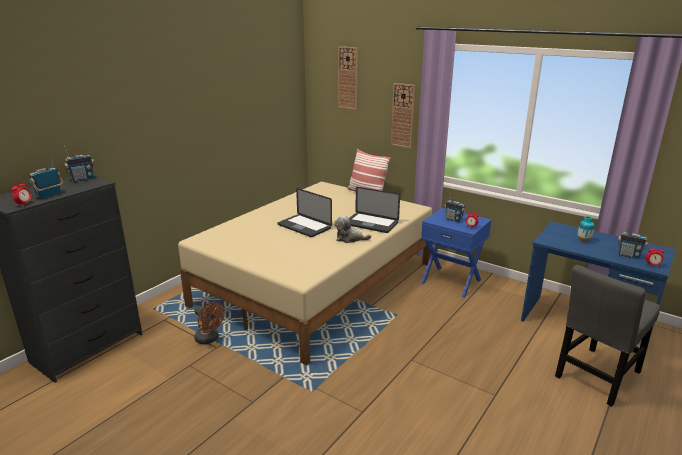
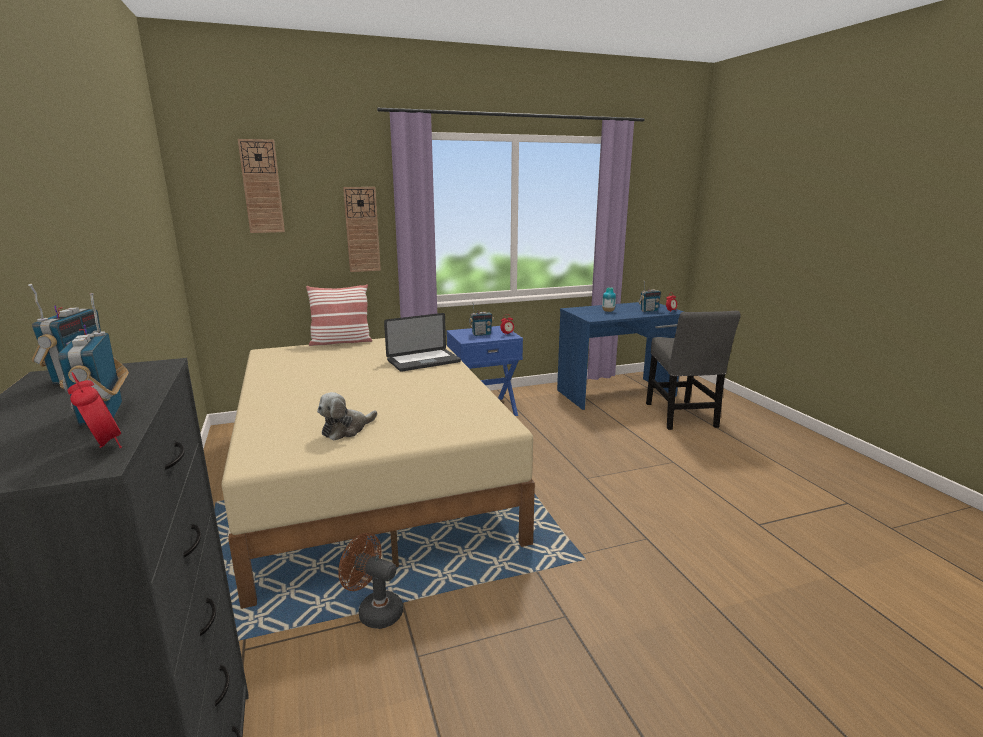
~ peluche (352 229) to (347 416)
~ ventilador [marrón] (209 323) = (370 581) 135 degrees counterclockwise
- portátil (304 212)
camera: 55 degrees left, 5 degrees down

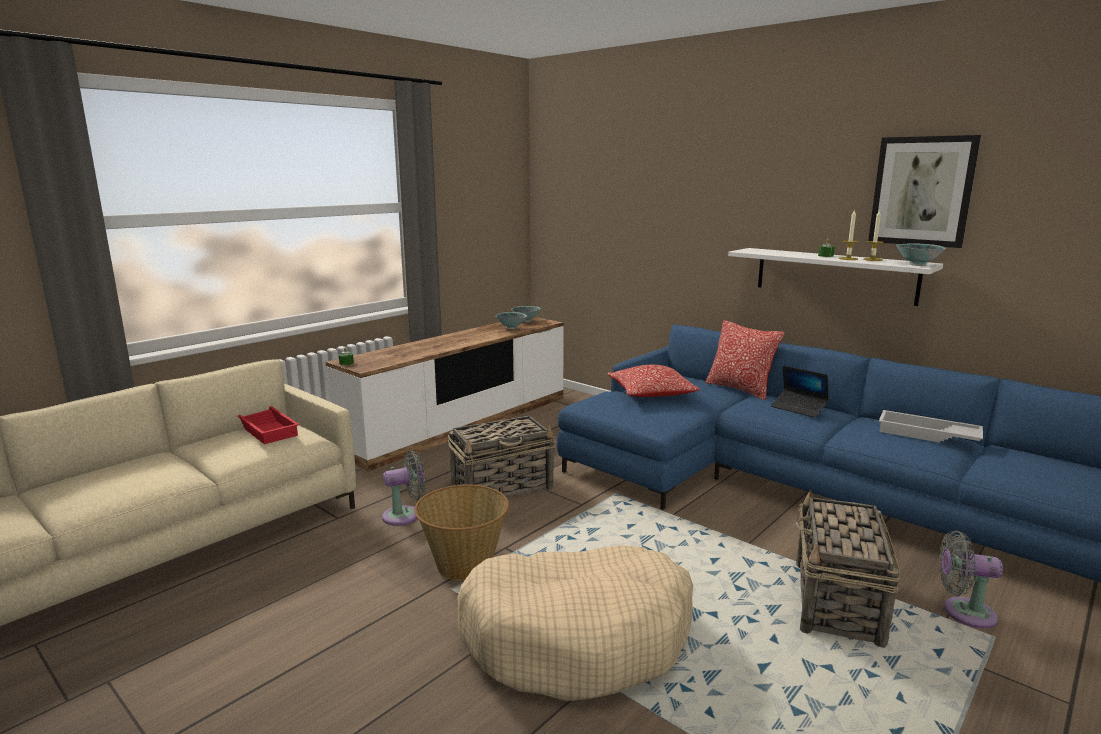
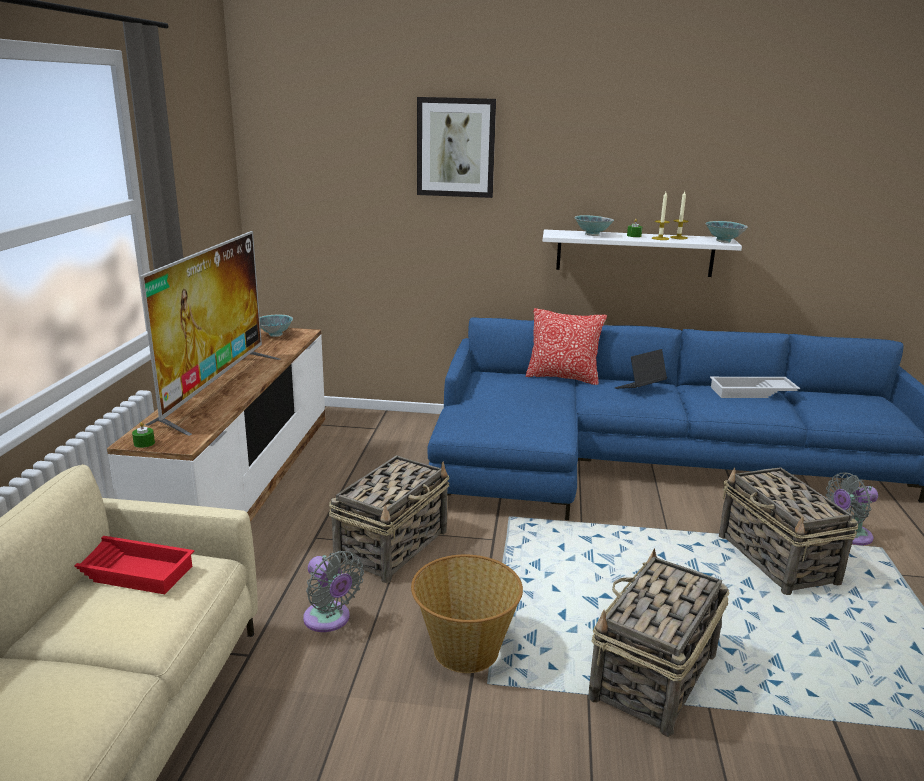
+ televisor (210 333)
~ ventilador [gris] (403 488) = (333 591) 105 degrees clockwise
~ cuadro (924 191) to (456 147)
~ cuenco (511 320) to (594 225)
~ cama para perro [beis] (575 623) to cesta (658 642)
~ portátil (800 392) = (641 369) 135 degrees clockwise
- cojín (653 381)
camera: 35 degrees left, 5 degrees up

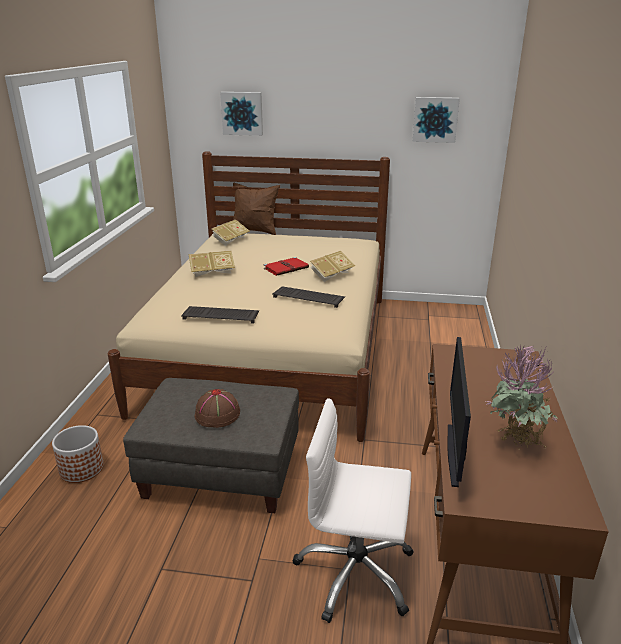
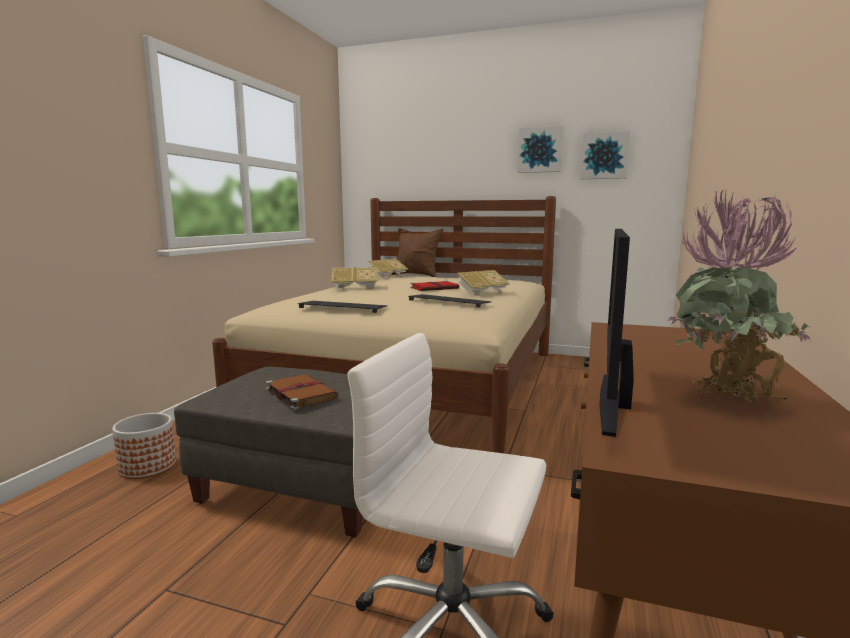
~ sombrero [marrón] (217 408) to libro [marrón] (302 392)
~ cuadro (241 114) to (540 149)
camera: 10 degrees right, 15 degrees down

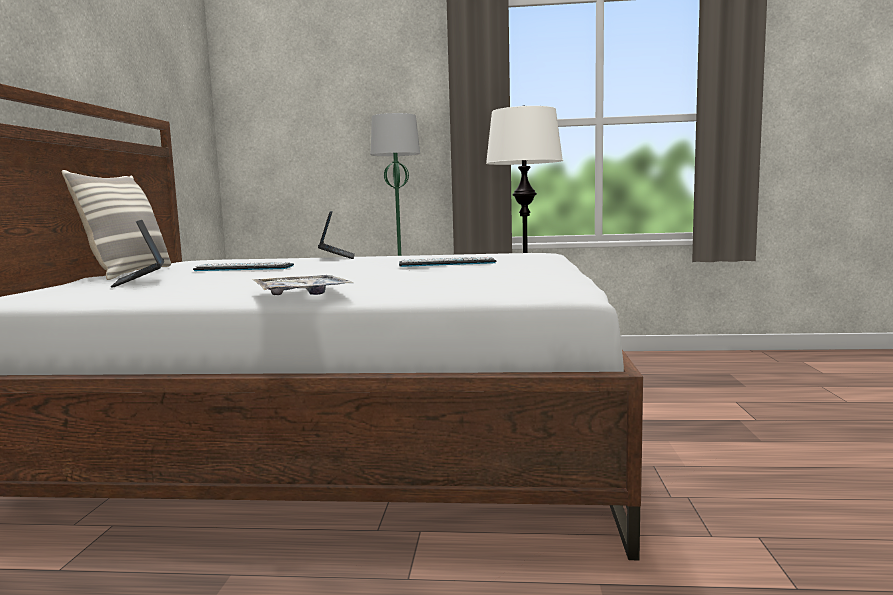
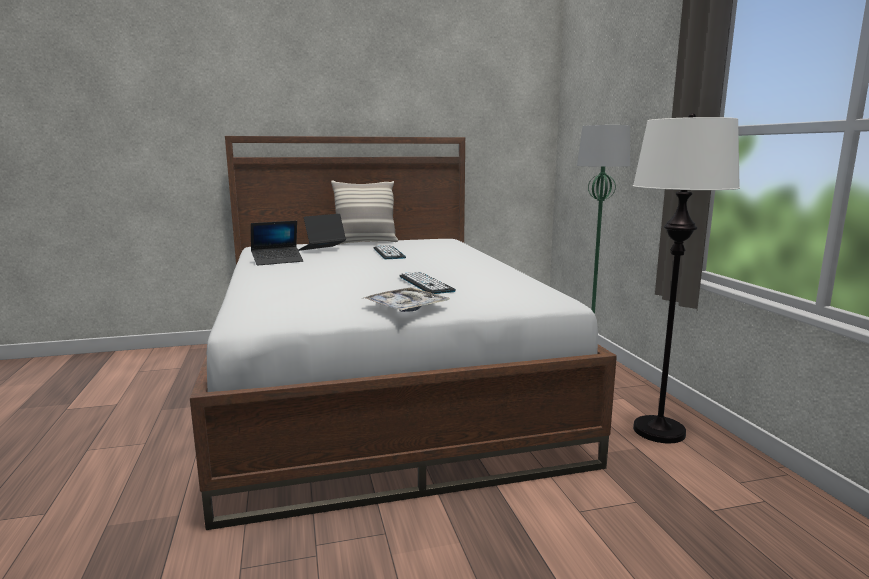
~ portátil (336 235) to (277 243)
~ bandeja (303 285) to (407 299)
camera: 70 degrees right, 5 degrees up

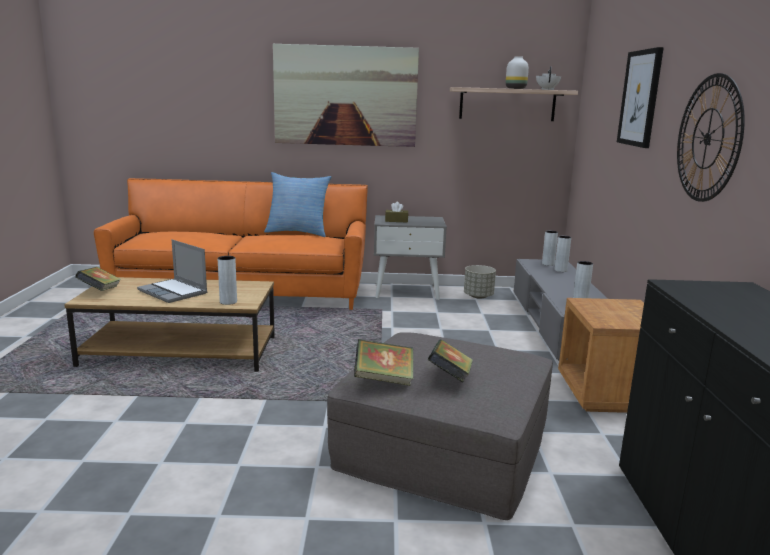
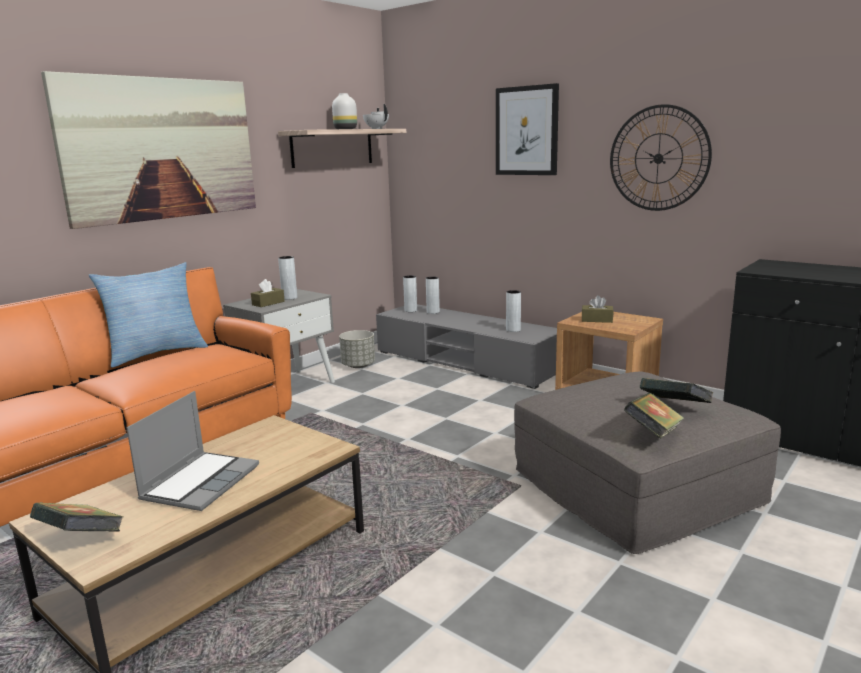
~ portátil (172 271) = (192 451) 60 degrees counterclockwise
~ florero [gris] (227 280) to (287 278)
+ caja de pañuelos [marrón] (597 309)
camera: 50 degrees left, 0 degrees up

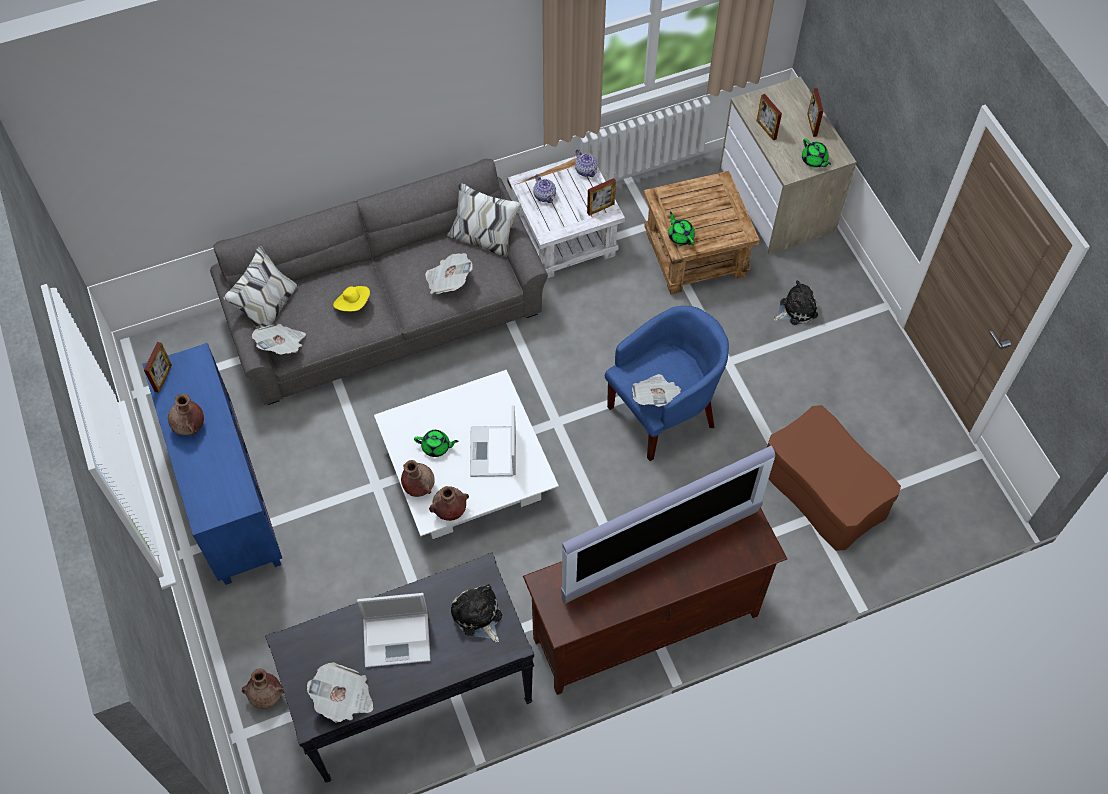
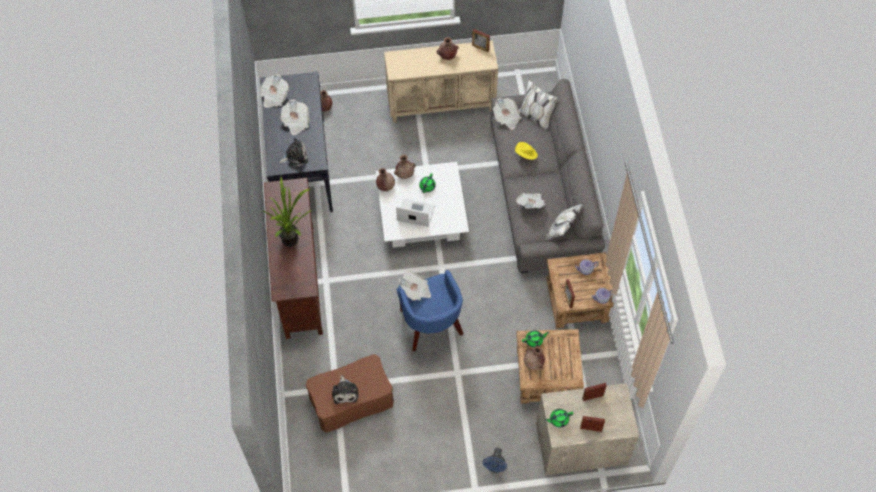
~ televisor (668 524) to planta en maceta (287 211)
~ portátil (393 630) to periódico (294 117)
~ peluche (795 302) to (345 389)
~ armario [azul] (212 464) to armario [beis] (441 81)
+ ventilador [azul] (495 460)
+ florero [marrón] (534 358)
~ mesa auxiliar [blanco] (566 215) to mesa auxiliar [marrón] (580 290)
camera: 105 degrees right, 0 degrees up

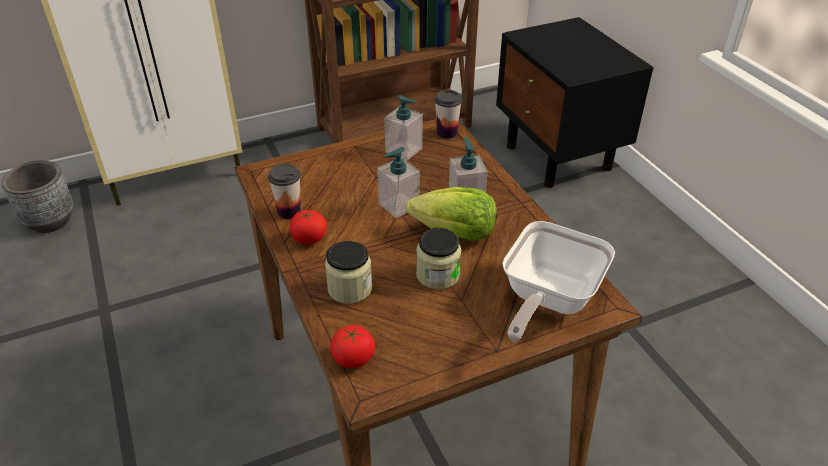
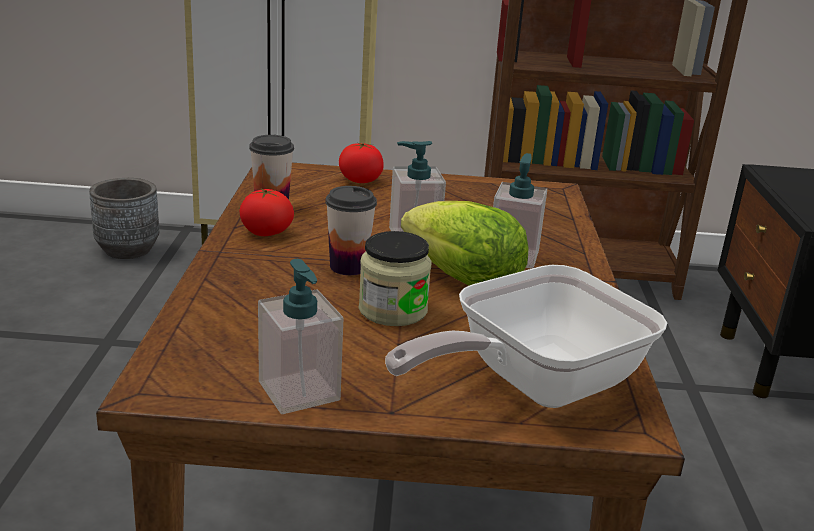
~ dispensador de jabón (403 128) to (300 336)
~ taza (448 114) to (351 230)
~ tomate (352 346) to (361 163)
- tarro (348 272)
camera: 25 degrees right, 15 degrees down

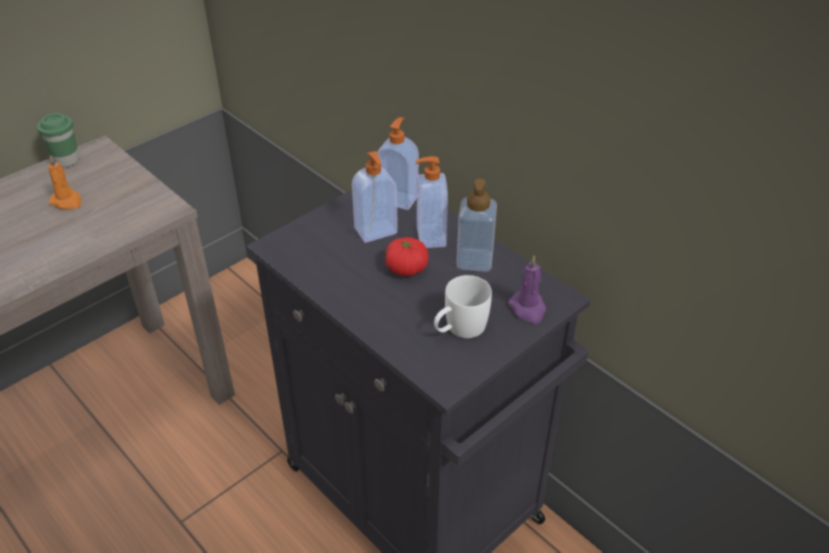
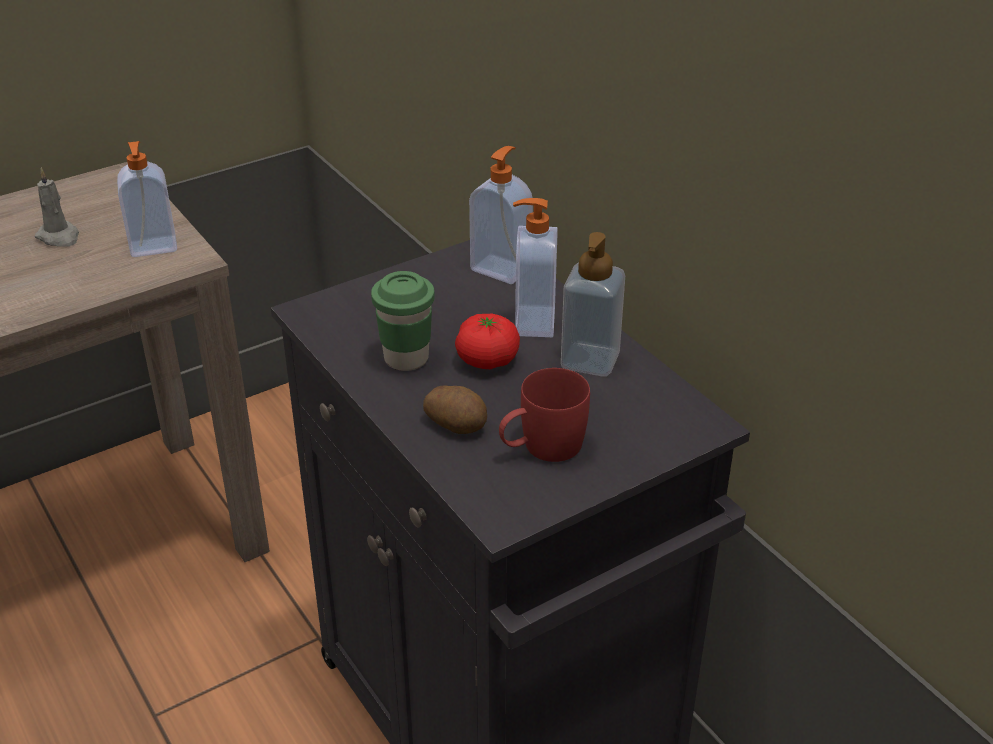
~ vela [naranja] (64 182) to vela [gris] (57 207)
~ dispensador de jabón (375 197) to (147 199)
~ taza [verde] (58 140) to (403 321)
+ patata (455 410)
~ taza grande [blanco] (463 306) to taza grande [rojo] (544 415)
- vela [morado] (527 290)
camera: 10 degrees right, 5 degrees down

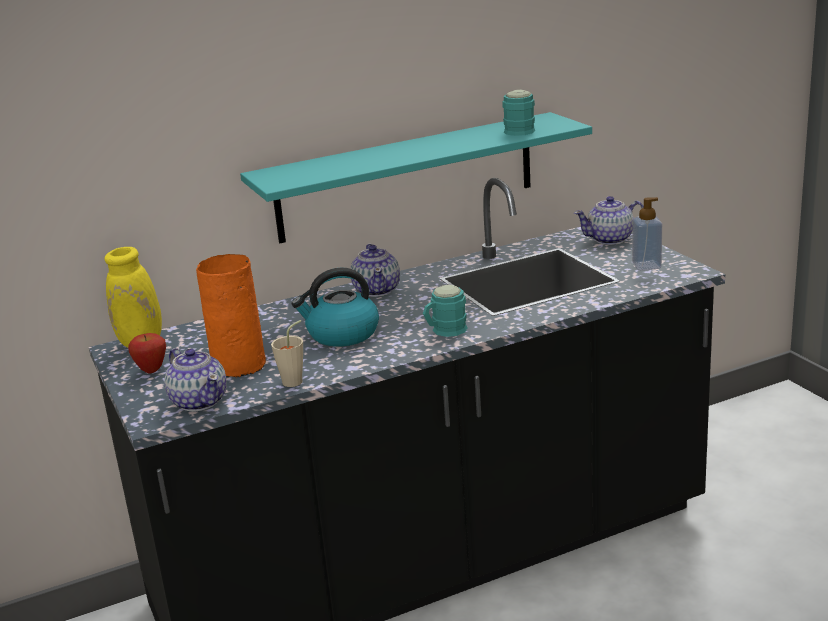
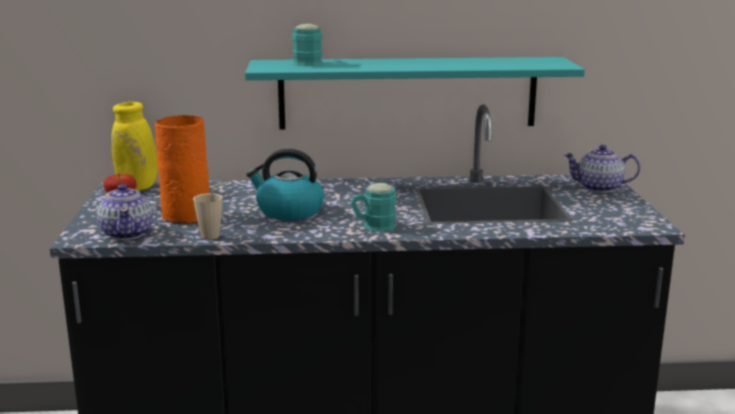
~ taza grande [turquesa] (519 113) to (307 45)
- tetera (375 270)
- dispensador de jabón (647 233)
camera: 20 degrees right, 5 degrees down

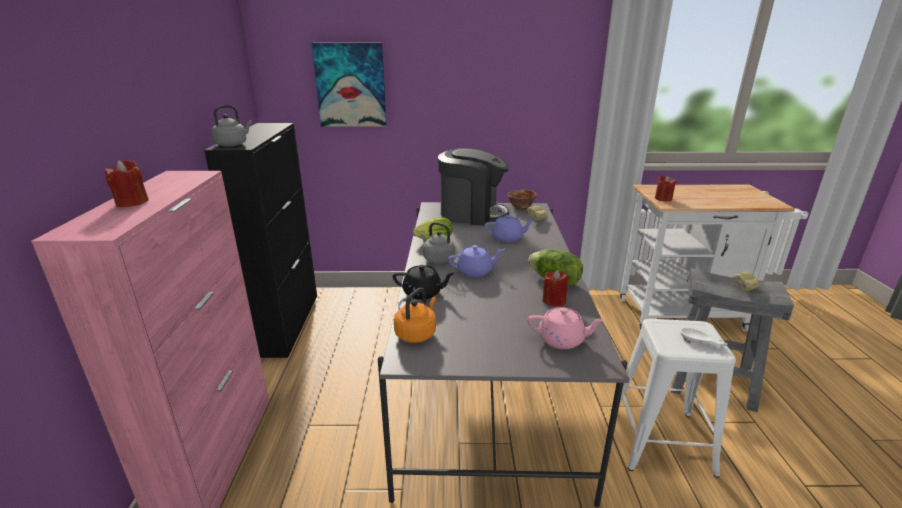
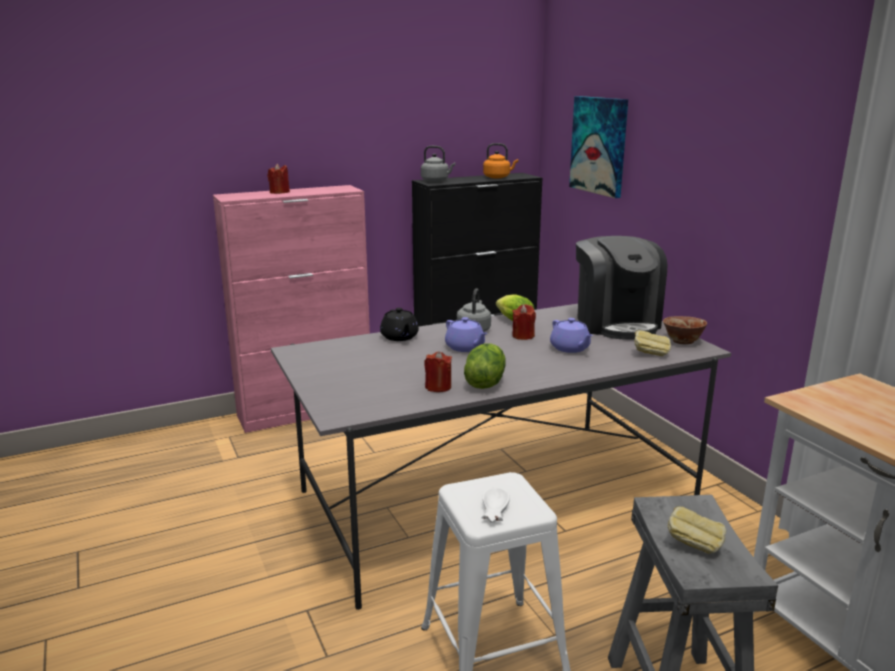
~ hervidor [naranja] (415 315) to (500 160)
~ vela [rojo] (665 188) to (524 322)
- tetera [rosa] (566 328)
camera: 65 degrees right, 5 degrees down

